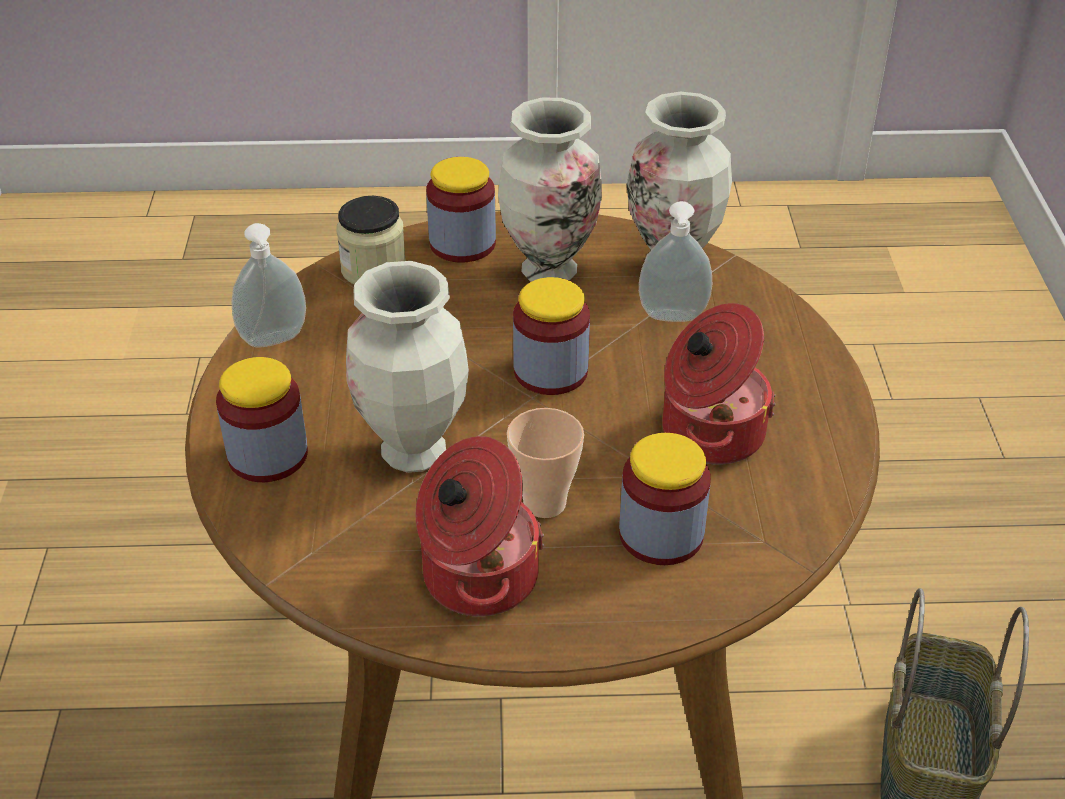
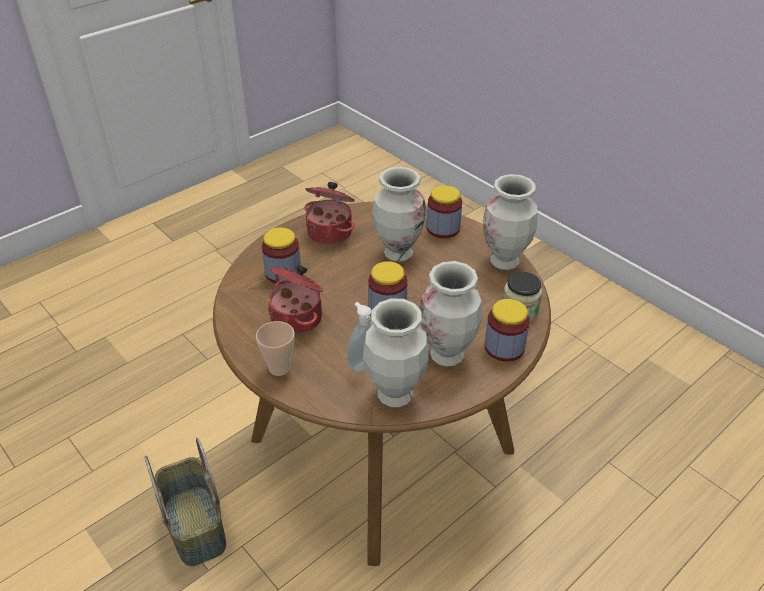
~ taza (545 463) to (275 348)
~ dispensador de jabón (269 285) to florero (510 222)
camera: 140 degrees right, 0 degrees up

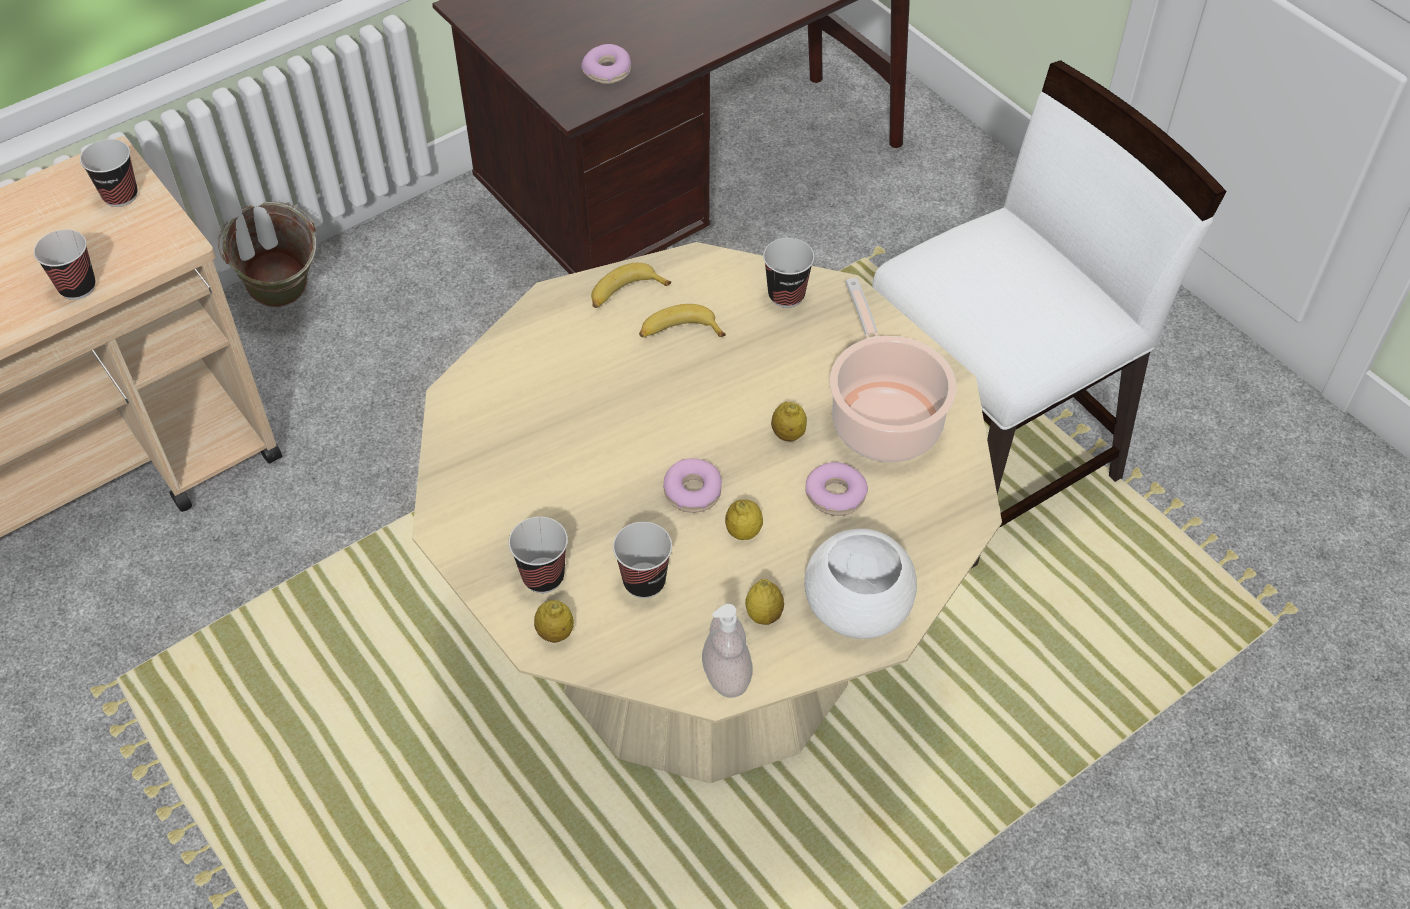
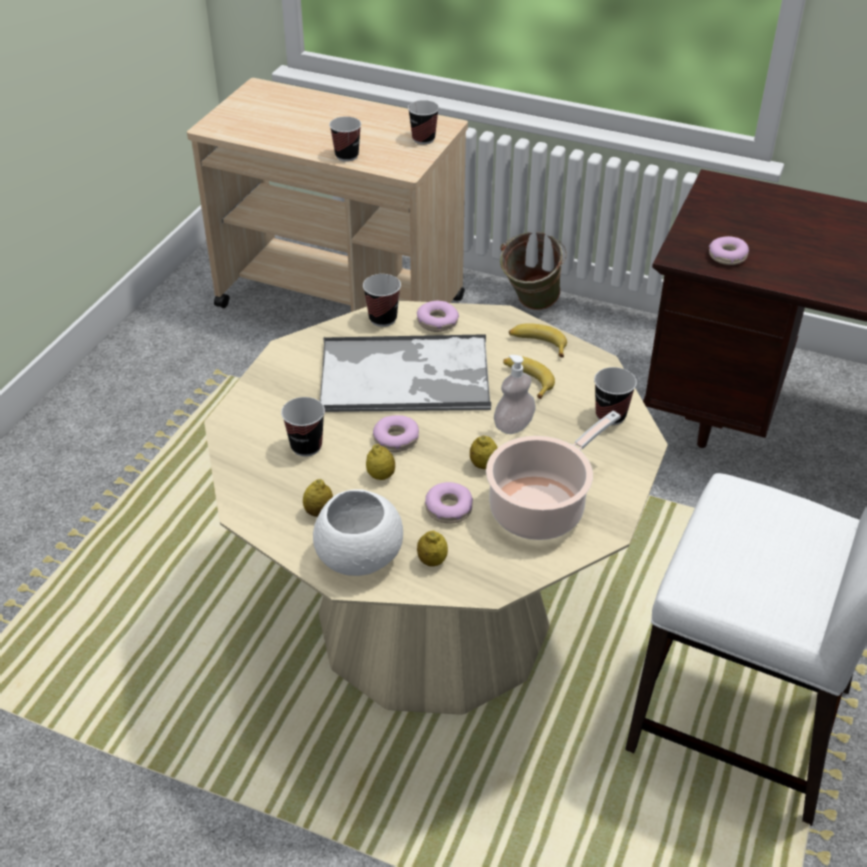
+ bandeja (405 373)
~ taza (538 555) to (382 300)
+ rosquilla (438 316)
~ limón (554 621) to (432 548)
~ dispensador de jabón (727 651) to (515 394)
camera: 60 degrees right, 10 degrees down

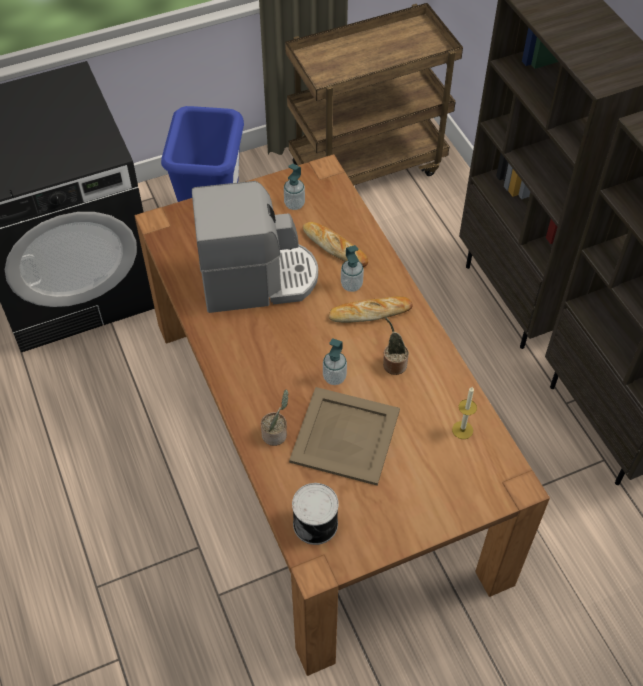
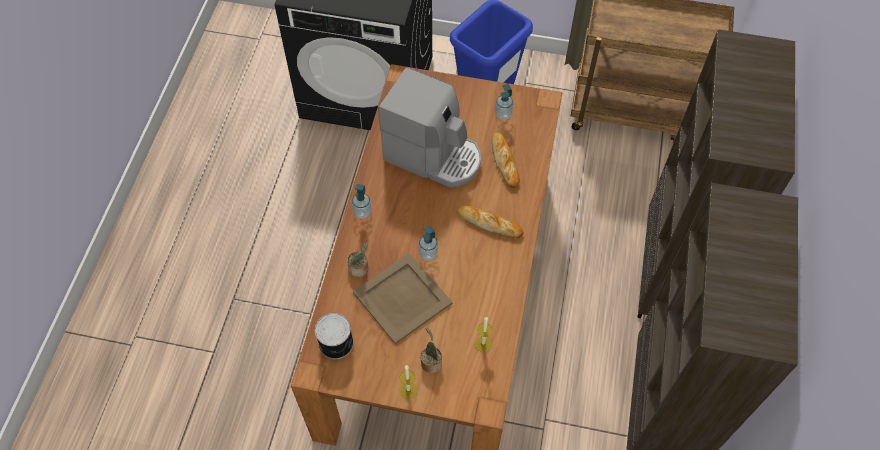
~ dispensador de jabón (352 268) to (362 201)
+ vela (408 382)
~ planta en maceta (396 346) to (431 350)
camera: 35 degrees right, 5 degrees up

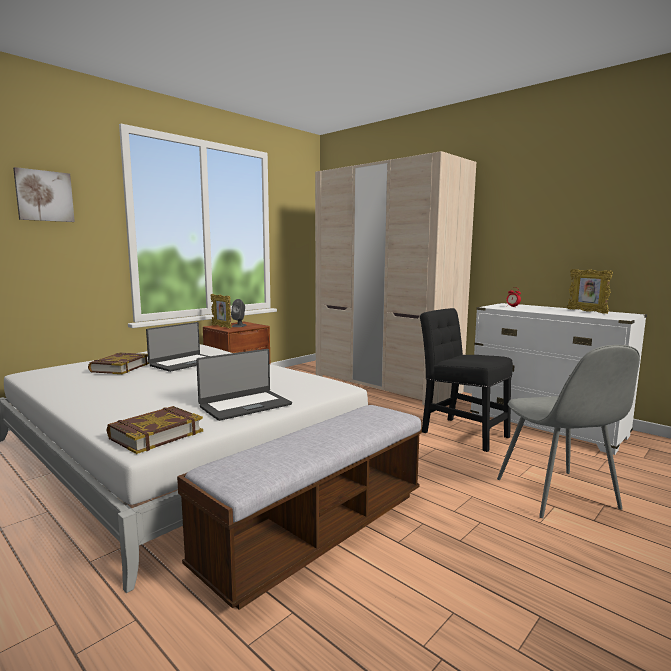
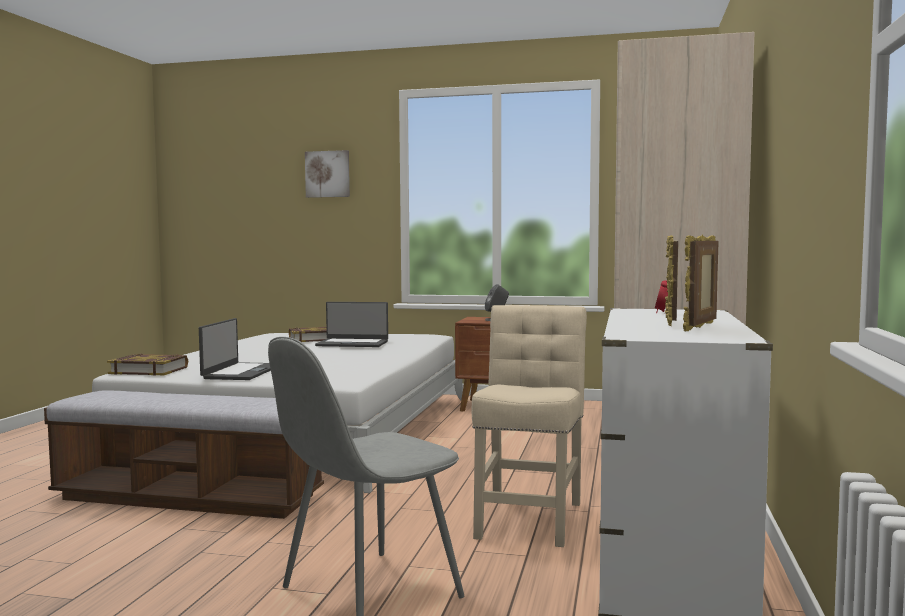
~ portátil (244 385) = (235 349) 105 degrees counterclockwise
~ silla [negro] (466 380) to silla [beis] (529 426)
~ portarretratos (220 311) to (671 280)
camera: 60 degrees right, 5 degrees down

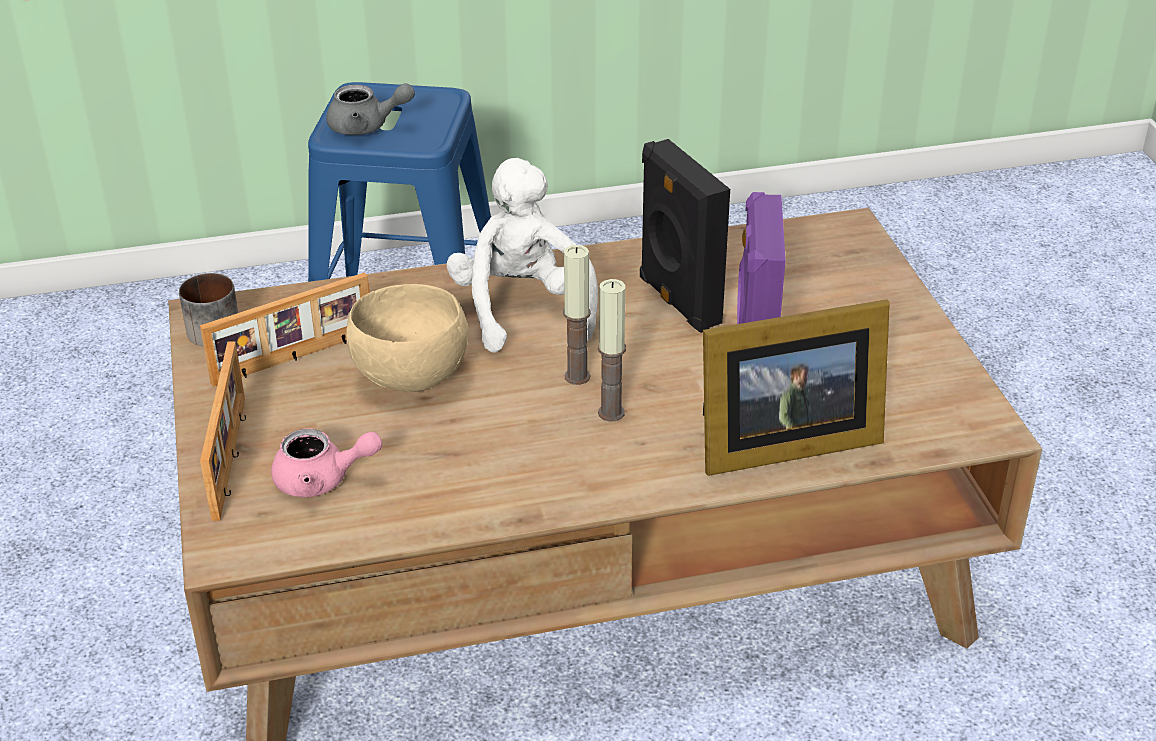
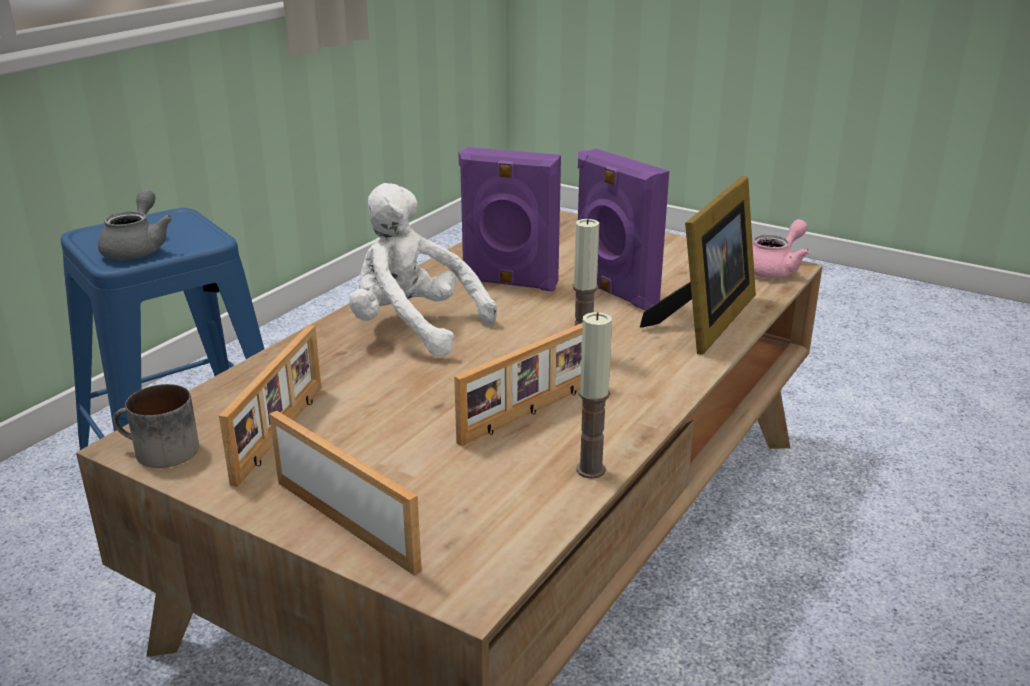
~ tetera [gris] (370 109) = (135 224) 45 degrees counterclockwise
+ portarretratos (518 384)
~ altavoz [negro] (685 236) to altavoz [morado] (509 219)
~ vela (577 315) to (594 395)
~ tetera [rosa] (326 463) to (781 248)
- cuenco [beis] (408 338)
camera: 45 degrees left, 10 degrees down

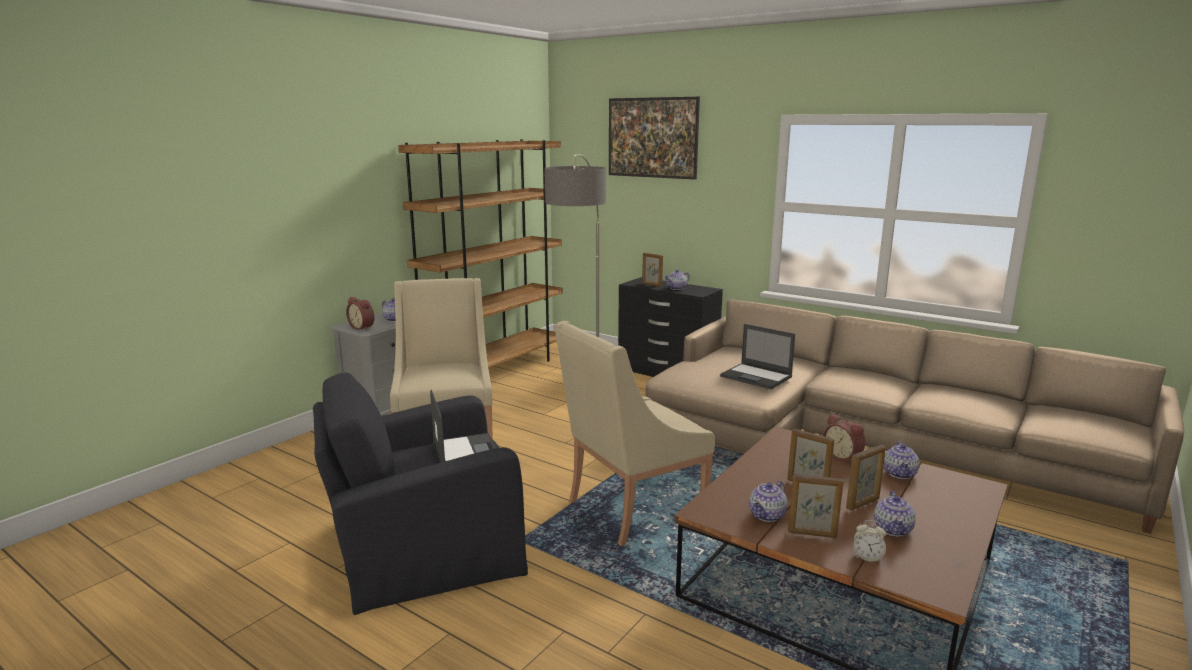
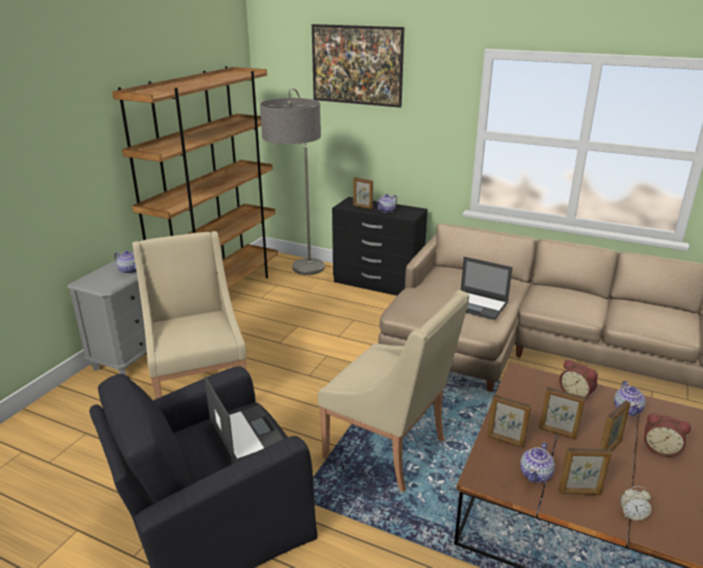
~ sillón [beis] (635 433) = (393 391) 105 degrees counterclockwise
+ portarretratos (509 421)
~ despertador (360 314) to (667 435)
- tetera (895 513)
camera: 10 degrees left, 10 degrees up

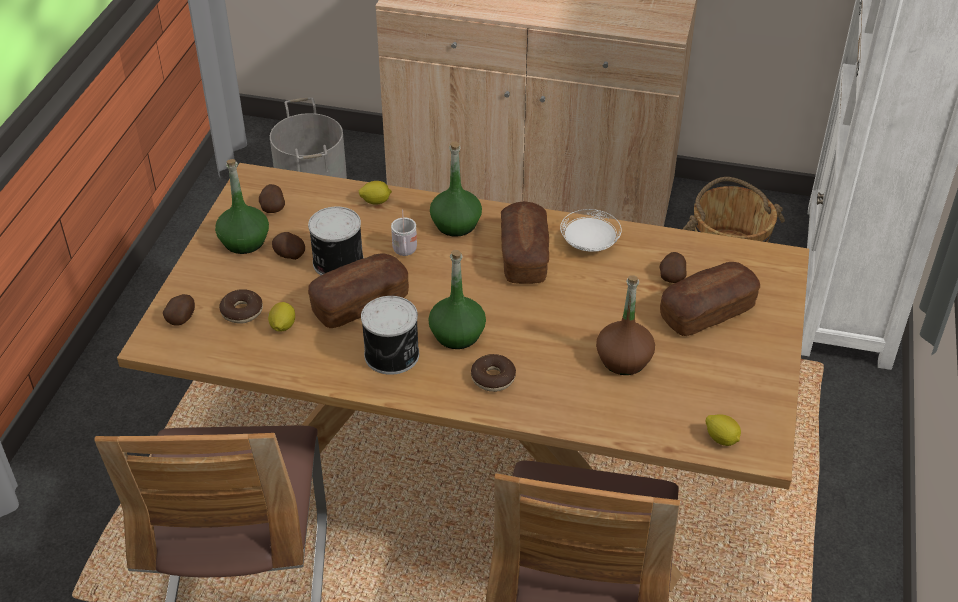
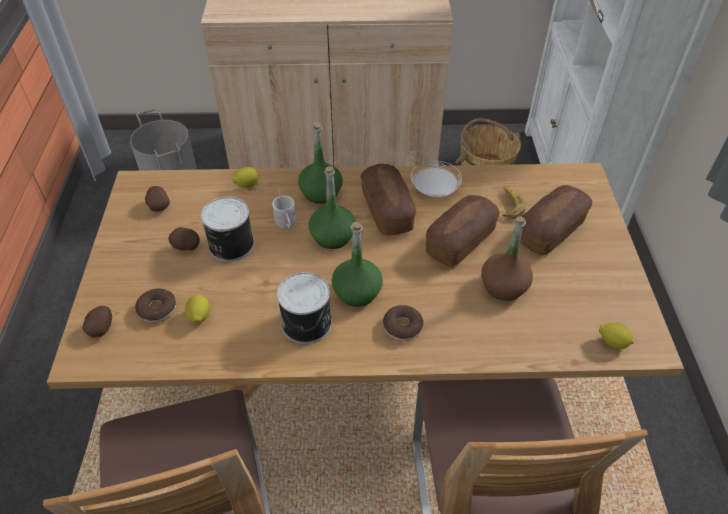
~ botella [verde] (242 206) to (332 207)
~ pan (358 290) to (462 231)
~ patata (673 267) to plátano (514 202)
camera: 15 degrees left, 5 degrees up

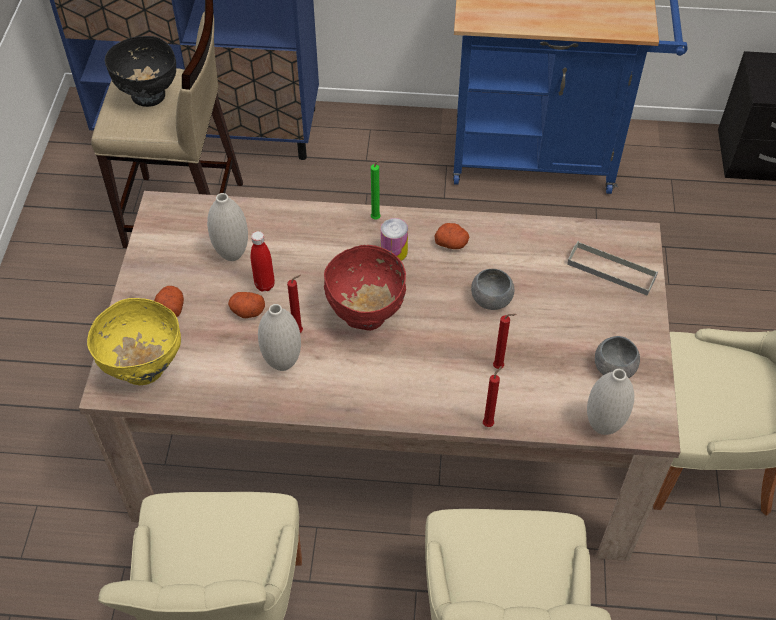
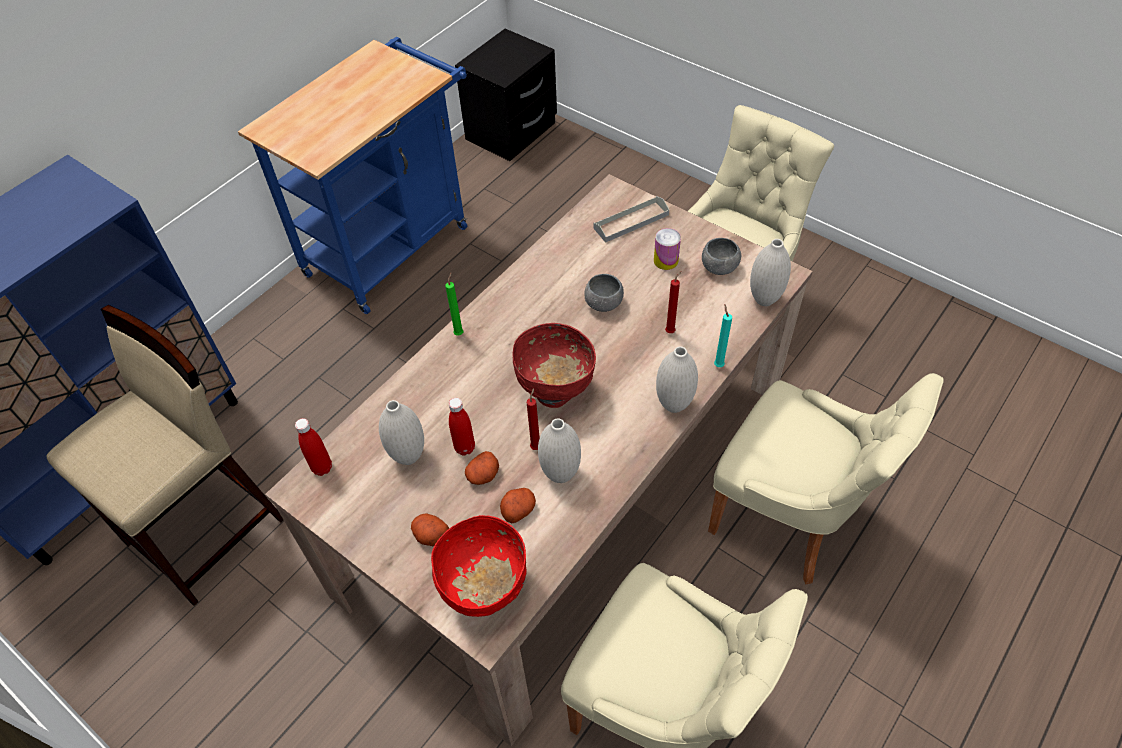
+ botella [rojo] (313 447)
~ cuenco [amarillo] (134 341) to cuenco [rojo] (479 566)
~ patata (452 236) to (518 505)
~ lata (394 239) to (667 249)
+ florero [blanco] (677 379)
~ vela [rojo] (492 396) to vela [turquesa] (723 336)
- cuenco [negro] (140 71)
camera: 55 degrees left, 0 degrees up

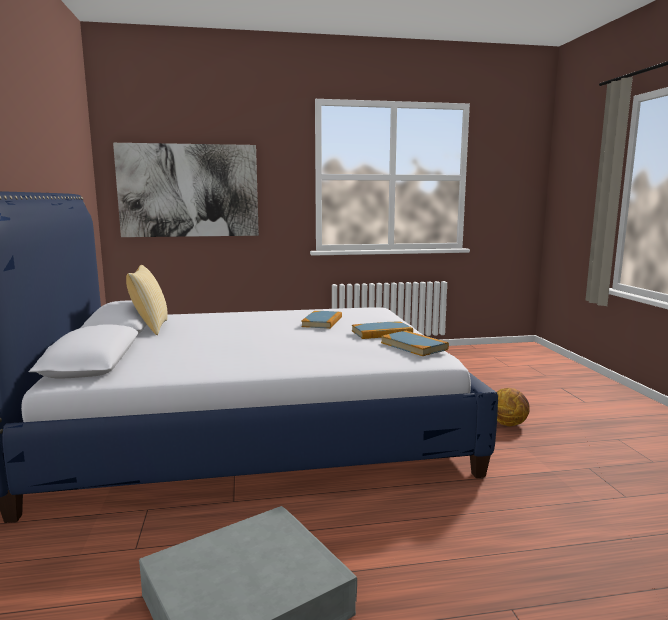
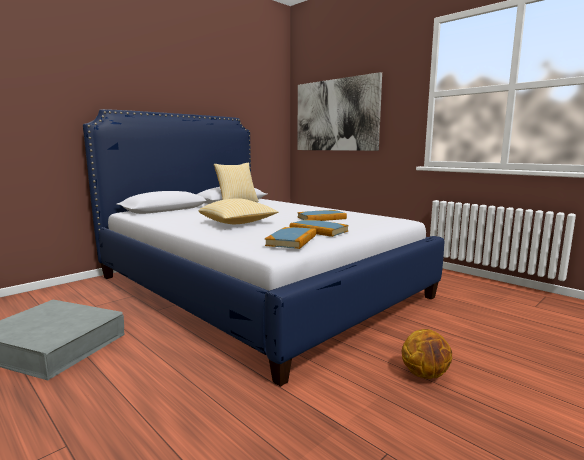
+ cojín (238 211)
camera: 55 degrees right, 0 degrees up

